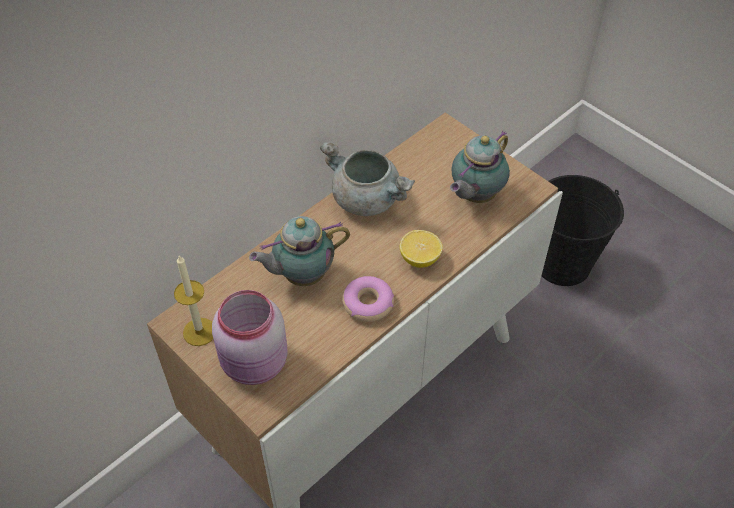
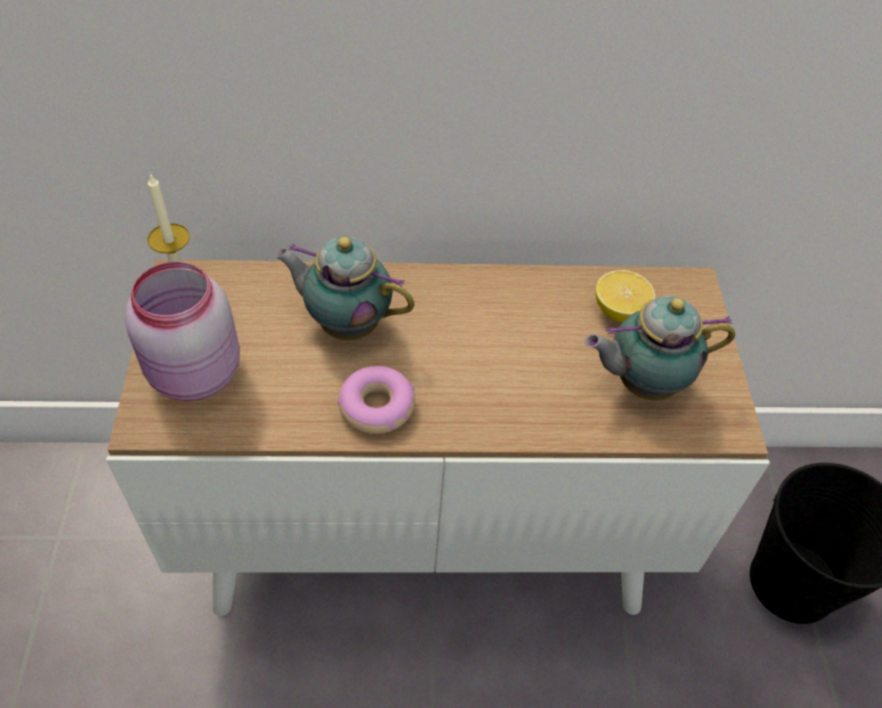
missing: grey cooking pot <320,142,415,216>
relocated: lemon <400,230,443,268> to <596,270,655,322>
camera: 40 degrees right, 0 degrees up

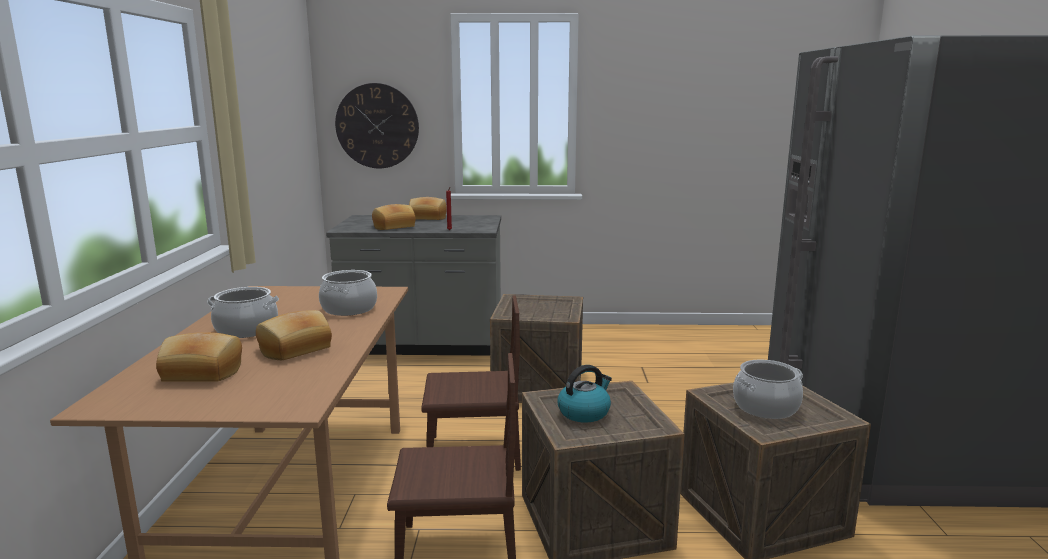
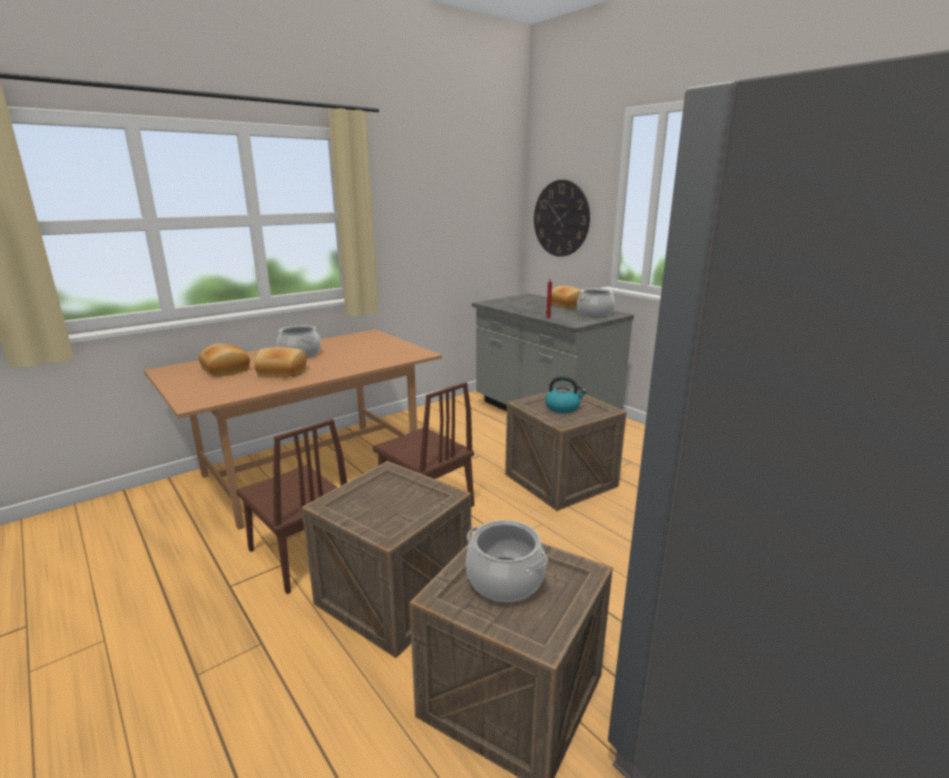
missing: bread <372,204,416,230>
relocated: cooking pot <319,270,377,316> to <577,289,615,317>; kettle <558,365,612,422> to <545,376,587,413>
camera: 50 degrees right, 5 degrees up

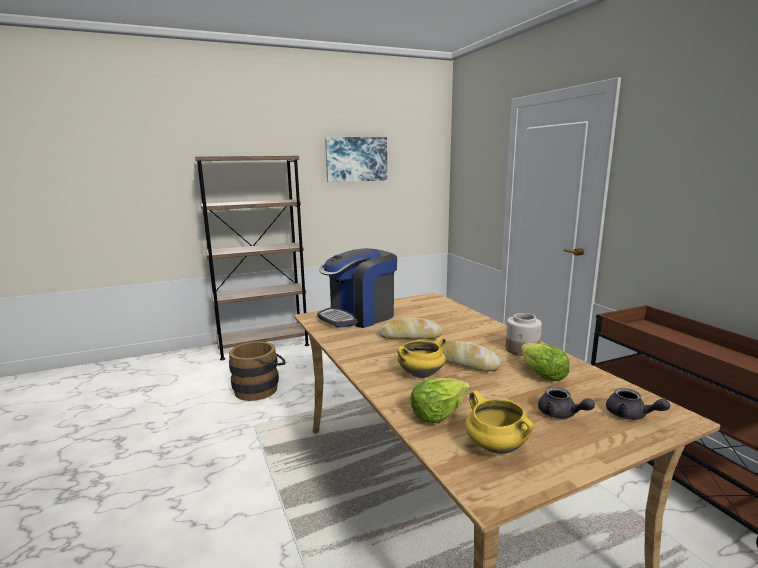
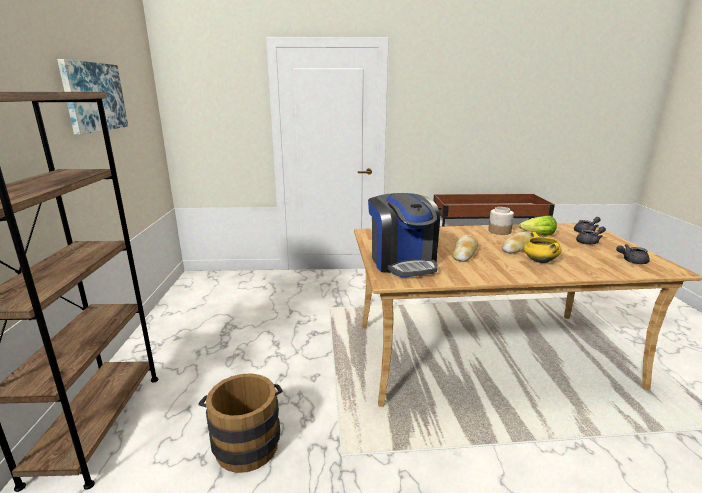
missing: lettuce <410,378,470,423>
exchanged: yellow cooking pot <465,390,534,454> to grey teapot <616,244,650,264>
camera: 70 degrees left, 5 degrees up

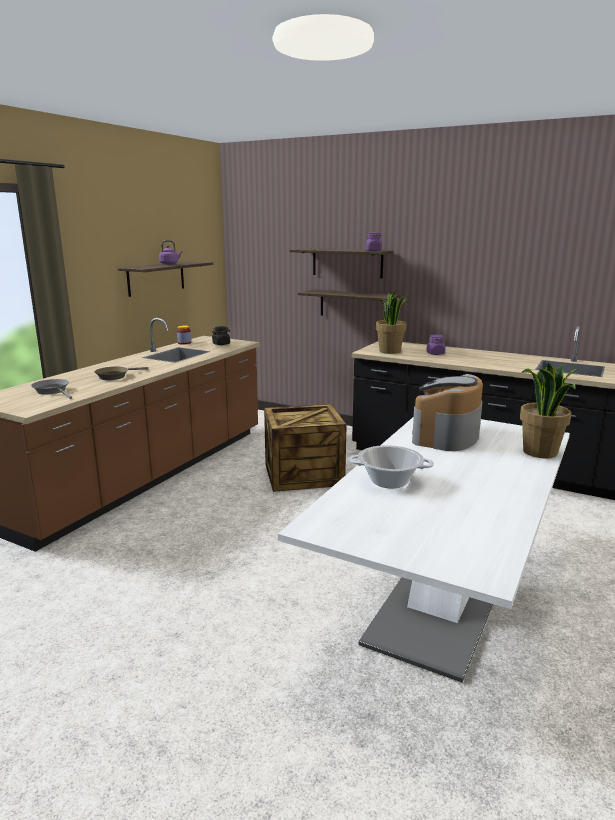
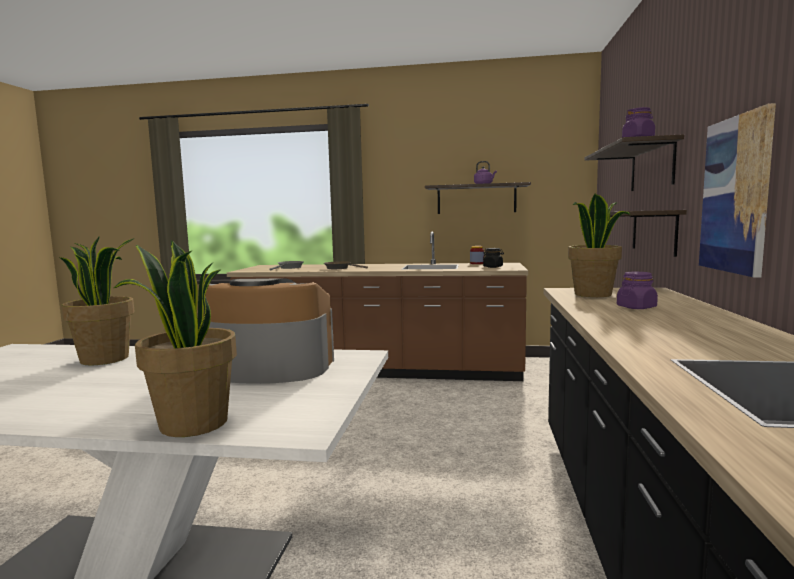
missing: crate <264,404,347,492>
appeared: picture <699,103,776,278>
exchanged: cooking pot <348,445,434,488> to potted plant <59,236,135,366>
camera: 70 degrees right, 10 degrees down

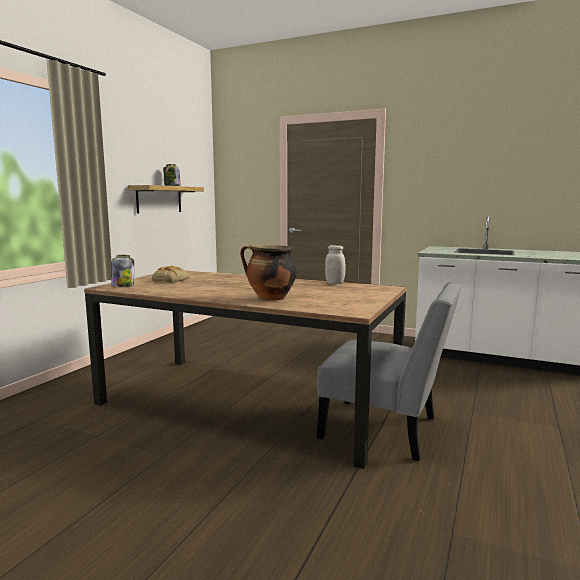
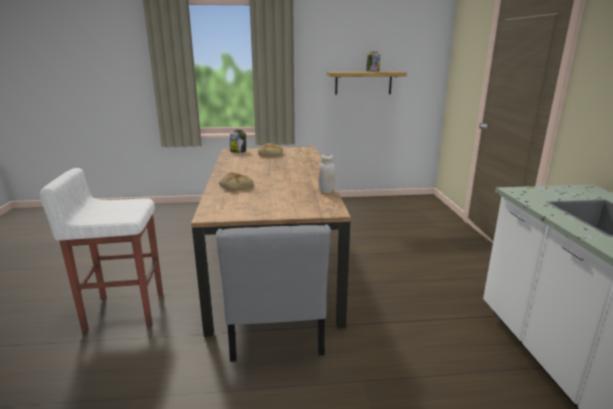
appeared: white stool <40,168,163,333>
exchanged: cooking pot <240,245,297,301> to bread <219,172,254,191>
camera: 60 degrees right, 10 degrees up

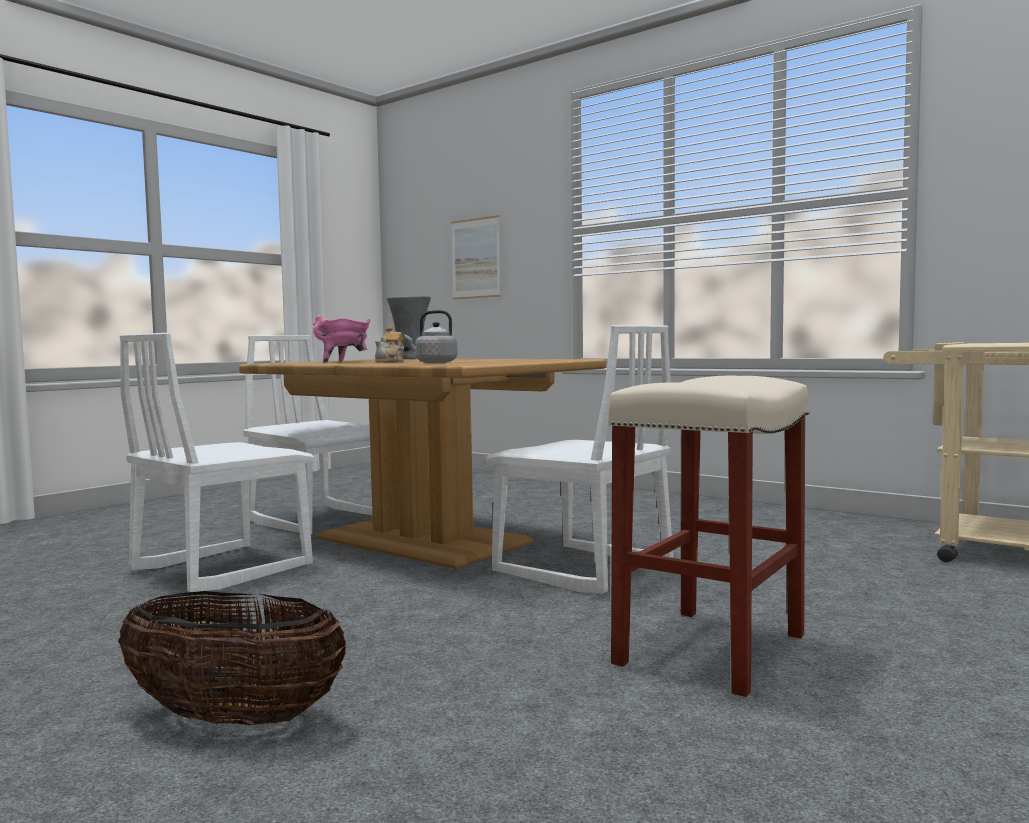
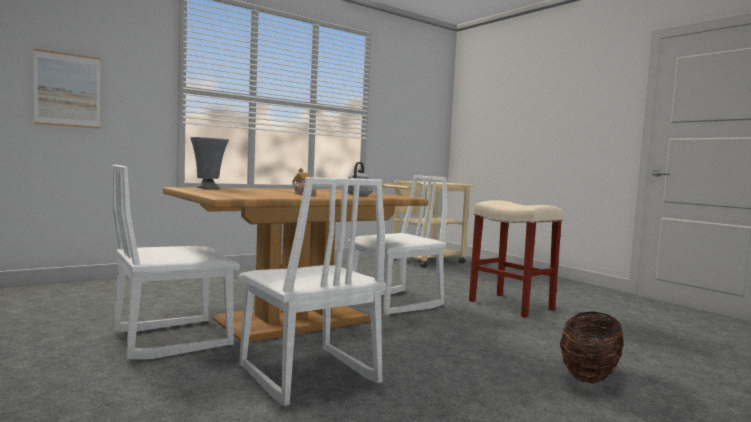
missing: pink cooking pot <313,315,370,363>
camera: 75 degrees left, 0 degrees up

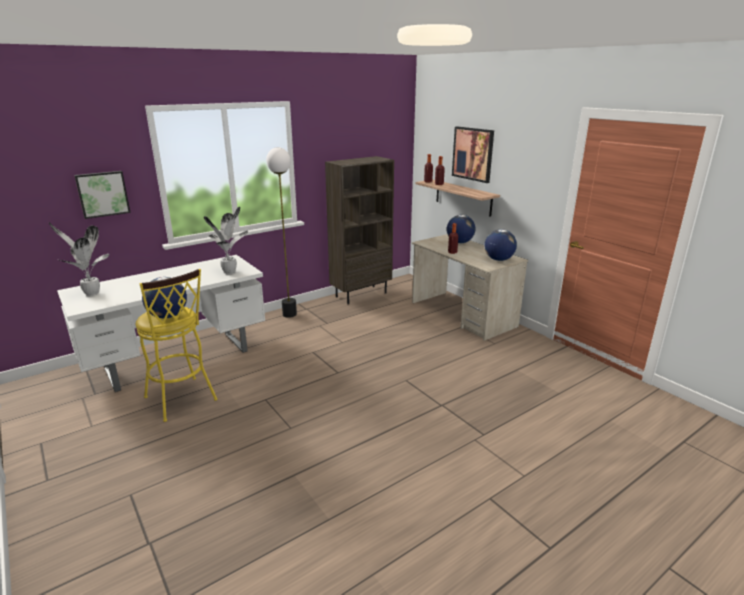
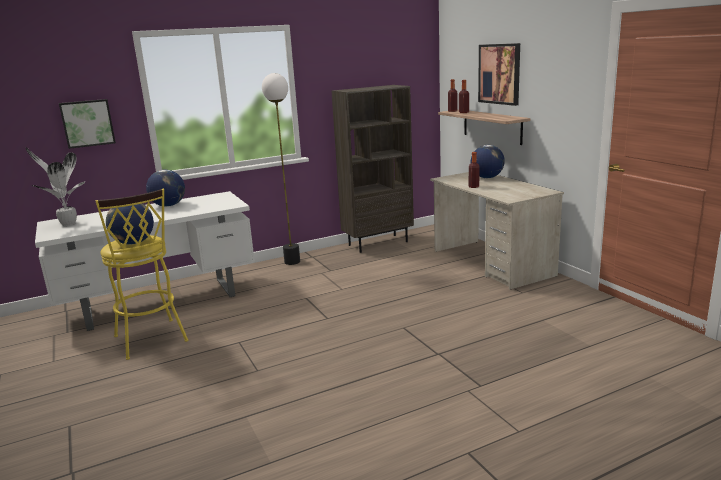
missing: potted plant <204,207,248,274>
relocated: globe <485,229,517,261> to <146,170,185,207>
camera: 10 degrees right, 5 degrees down

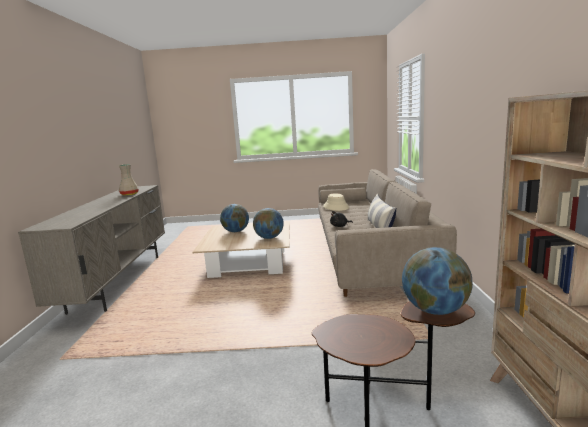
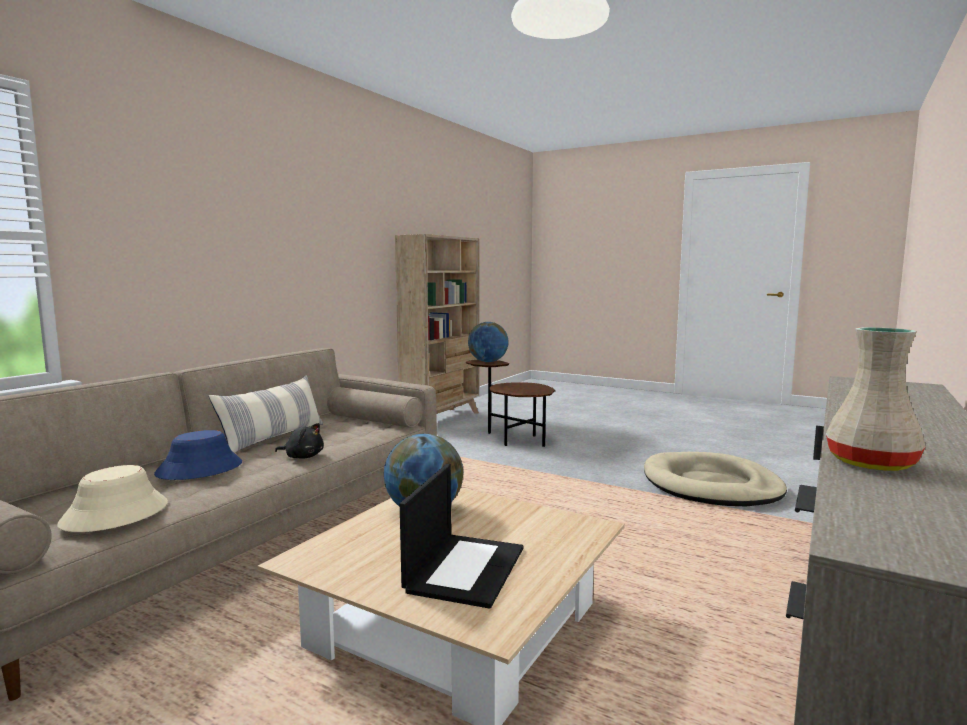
appeared: blue hat <154,430,242,480>; beige dog bed <644,452,787,506>
exchanged: globe <220,204,249,232> to laptop <400,464,523,609>
camera: 150 degrees left, 5 degrees down

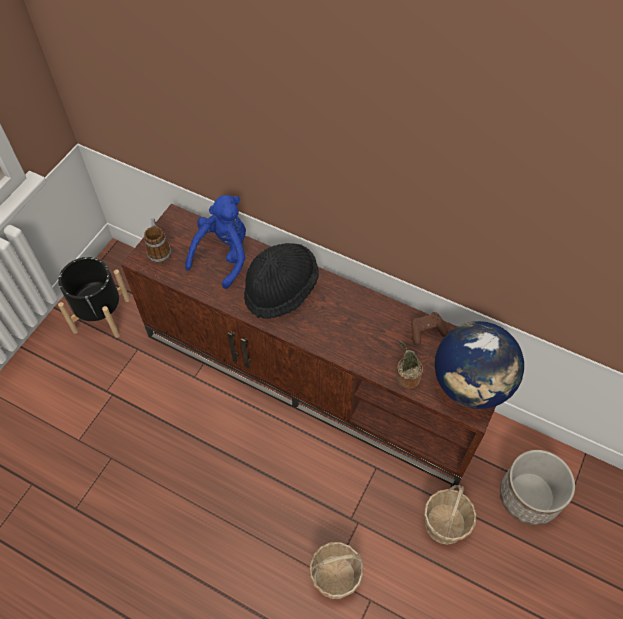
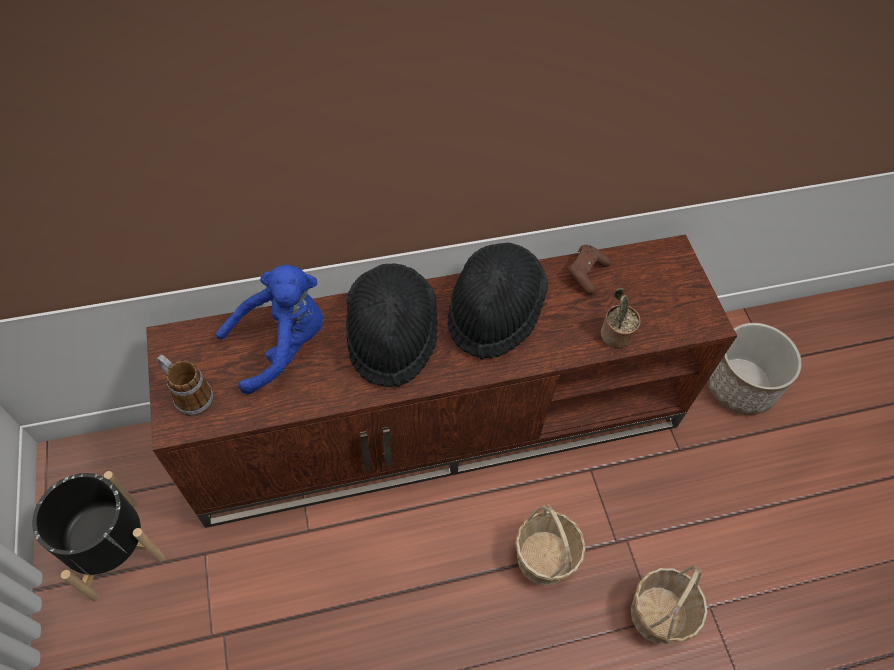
missing: globe <435,321,524,409>
appeared: black hat <447,243,548,360>
relocated: basket <424,485,477,545> to <515,504,586,585>
spun: blue plush toy <185,195,246,289> = <216,265,323,394> 75 degrees clockwise
camera: 45 degrees left, 0 degrees up

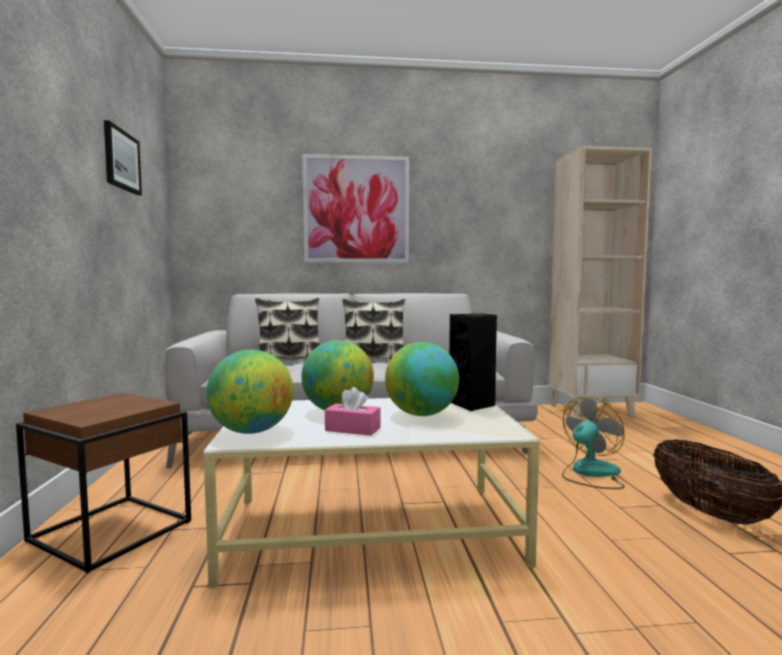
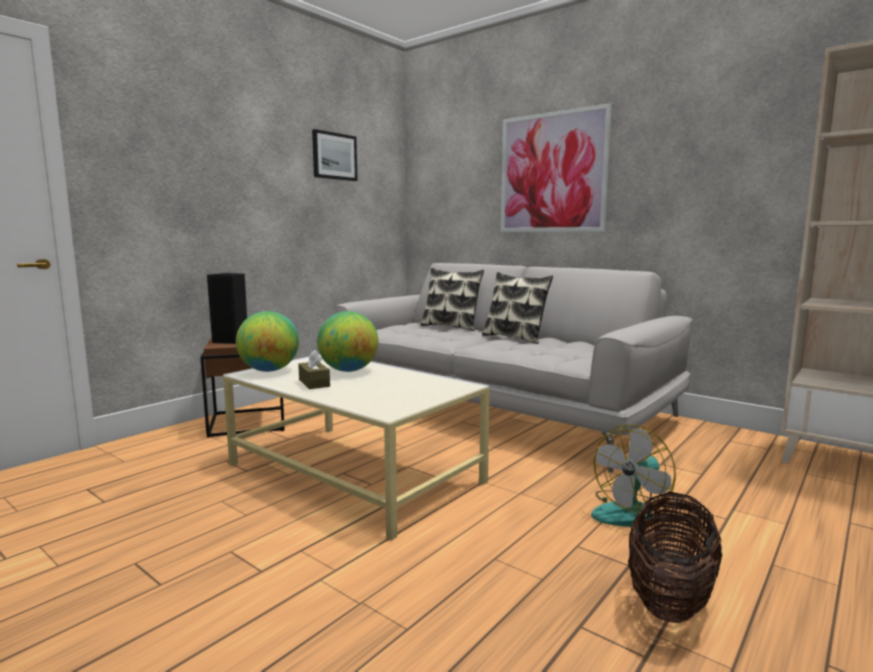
missing: globe <385,342,459,416>
relocated: black speaker <449,314,497,411> to <207,273,247,344>
colour: pink tissue box <325,387,381,436> to brown tissue box <298,349,330,389>
spun: fan <562,396,625,489> = <591,425,676,527> 135 degrees clockwise
camera: 45 degrees right, 5 degrees up

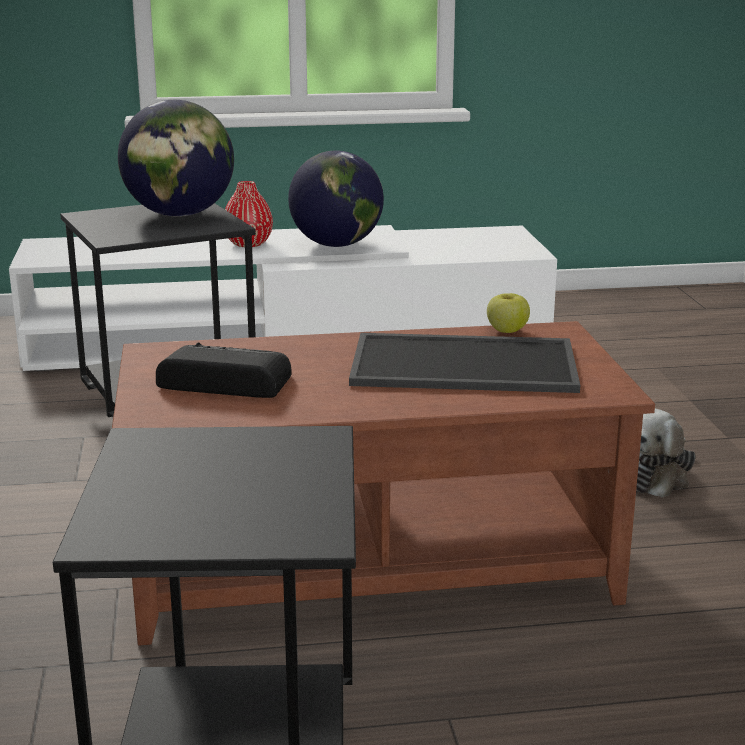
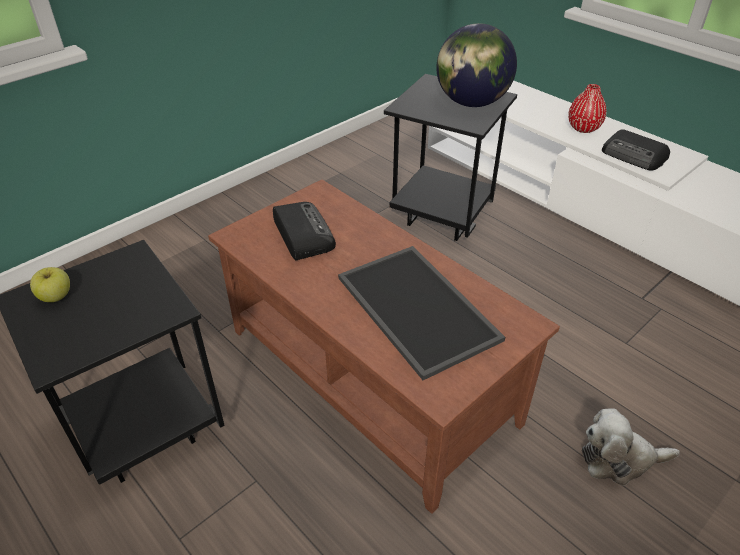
relocated: apple <487,293,530,333> to <30,267,70,302>
exchanged: globe <288,151,384,247> to radio <602,129,670,171>
camera: 55 degrees right, 20 degrees up

